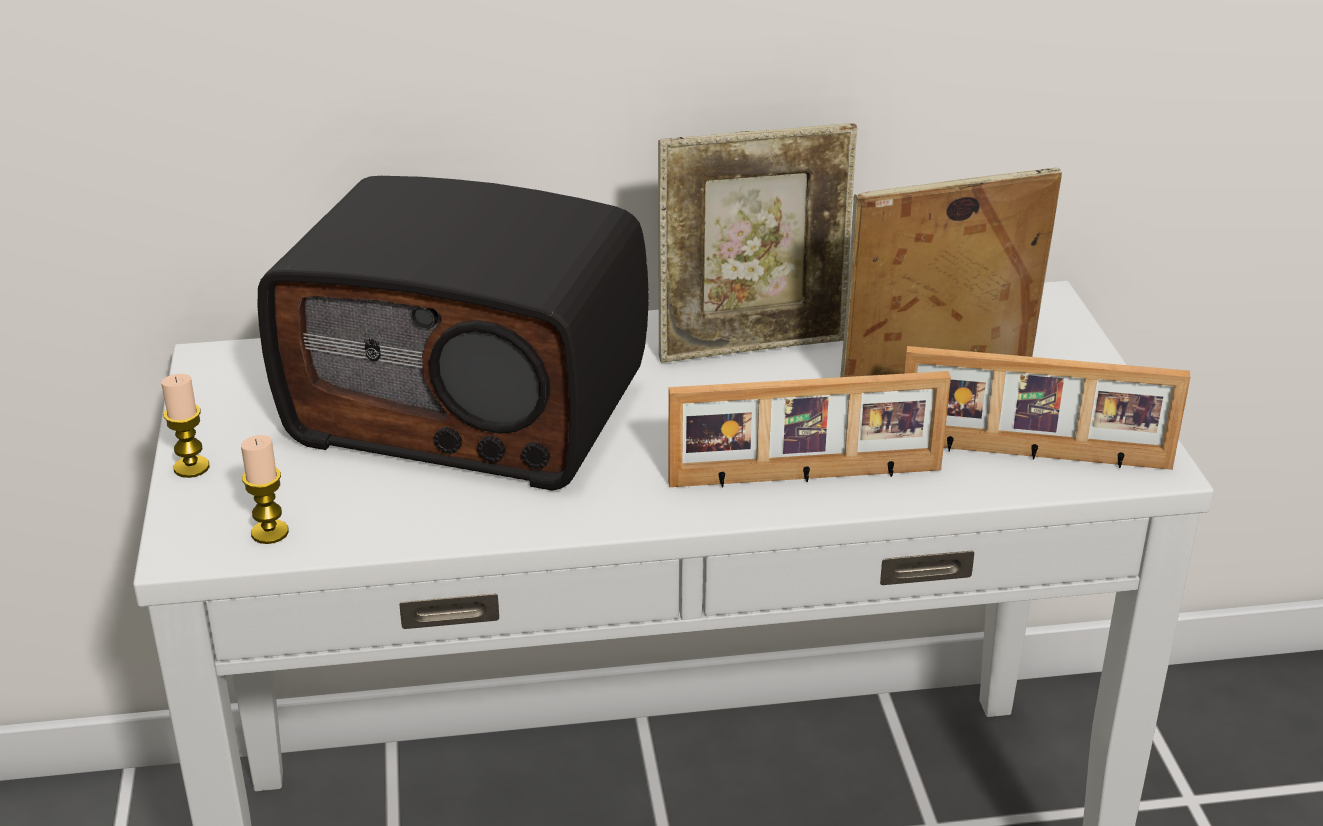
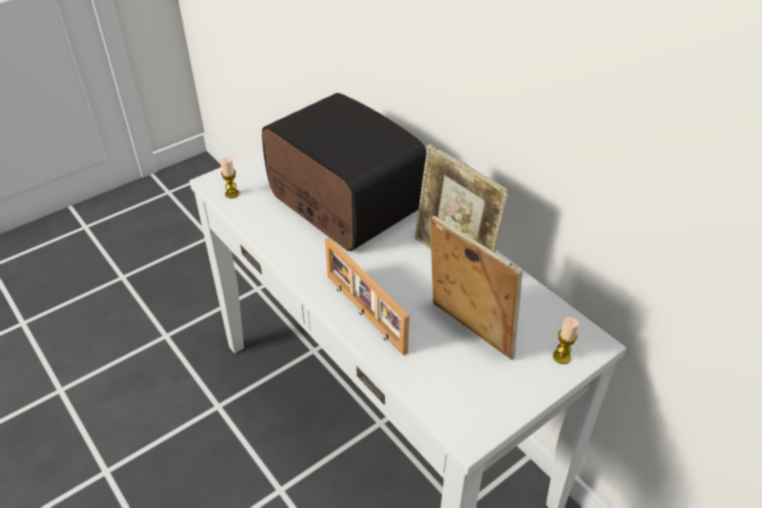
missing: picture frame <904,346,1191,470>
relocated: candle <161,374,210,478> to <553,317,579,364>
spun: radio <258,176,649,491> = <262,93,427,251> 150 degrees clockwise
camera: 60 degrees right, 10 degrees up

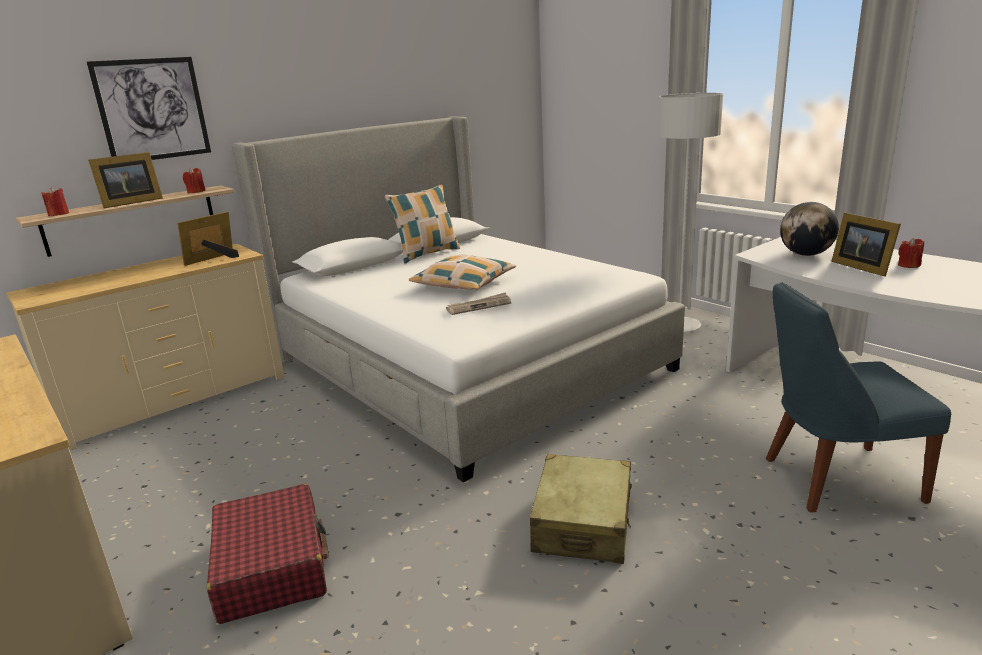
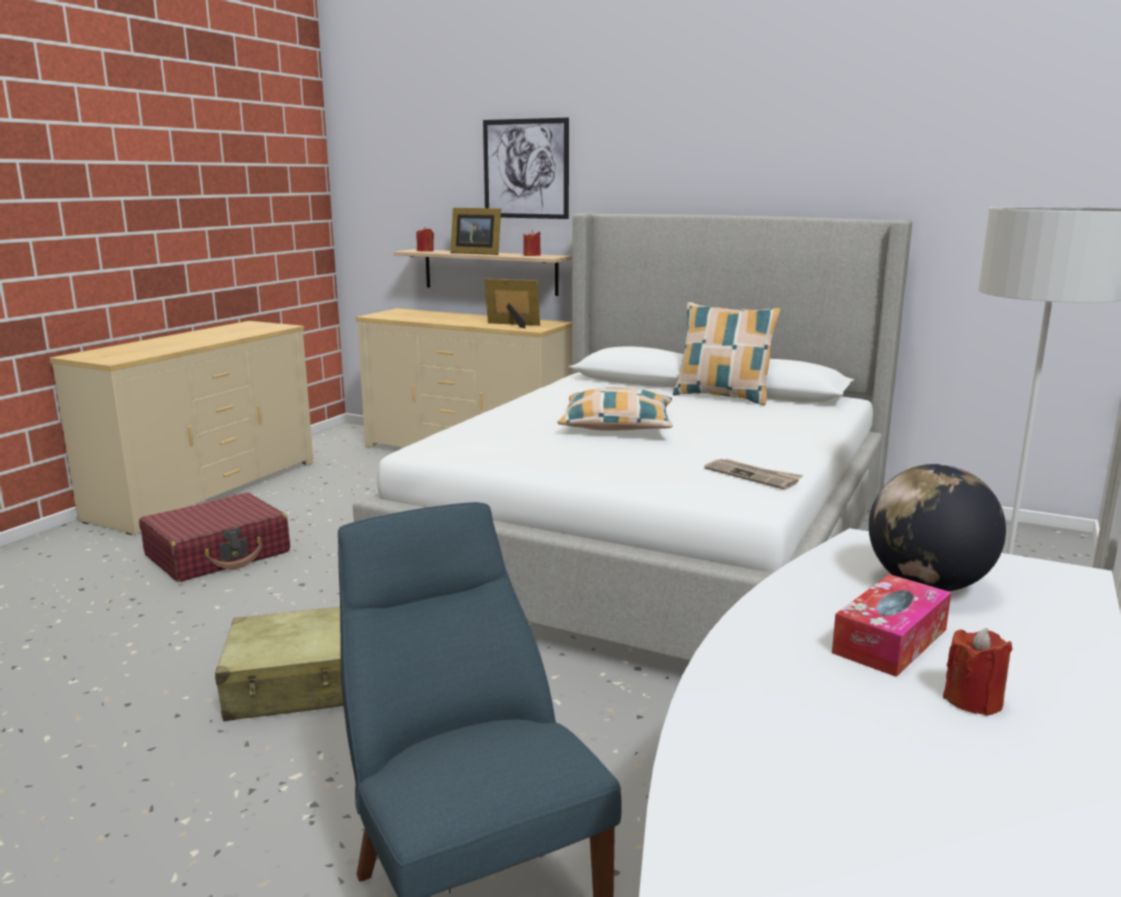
relocated: newspaper <446,292,511,315> to <704,459,803,490>
exchanged: picture frame <831,213,901,276> to tissue box <832,574,951,677>
camera: 65 degrees right, 5 degrees down

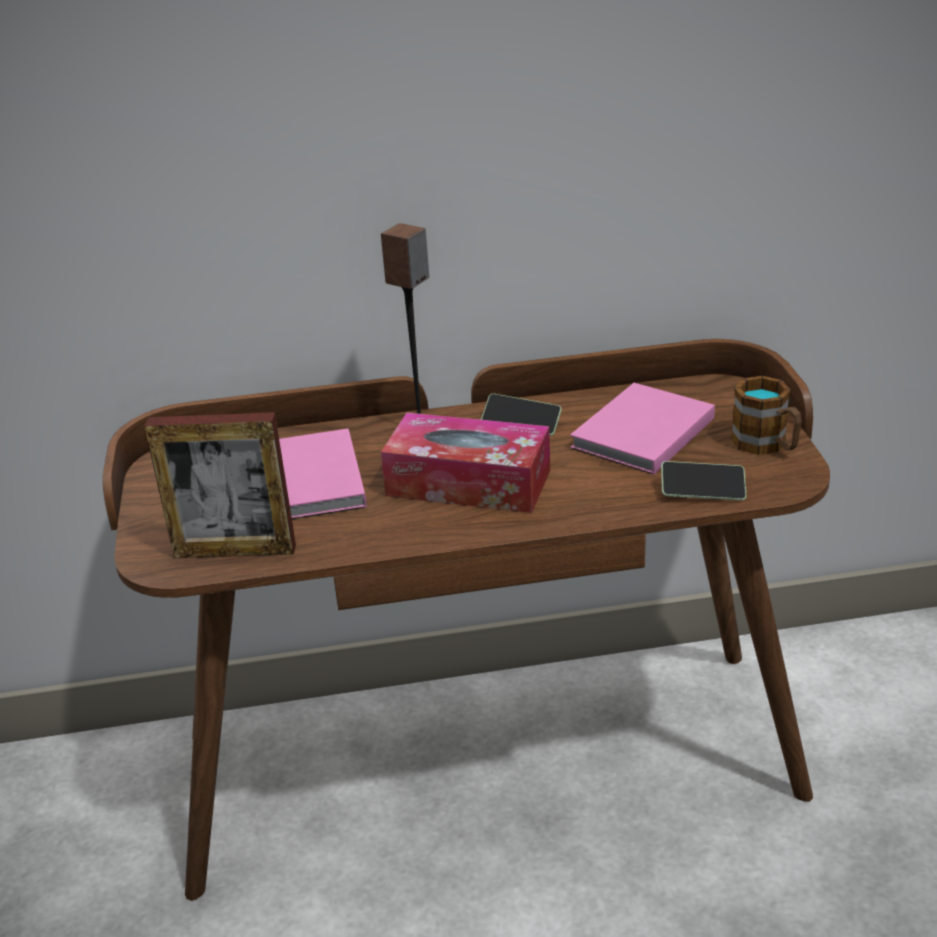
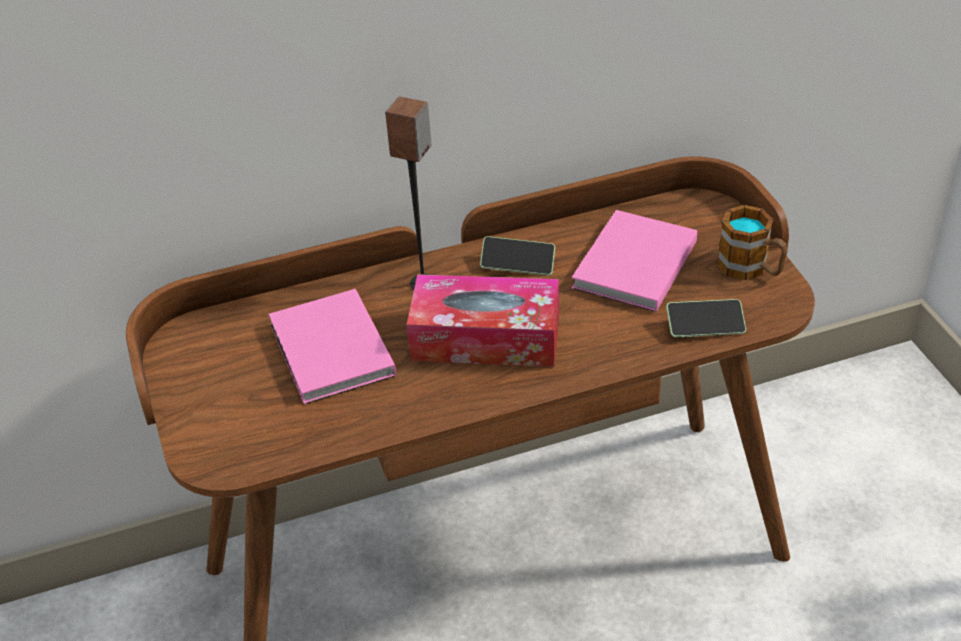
missing: picture frame <144,412,296,558>
camera: 10 degrees left, 10 degrees up

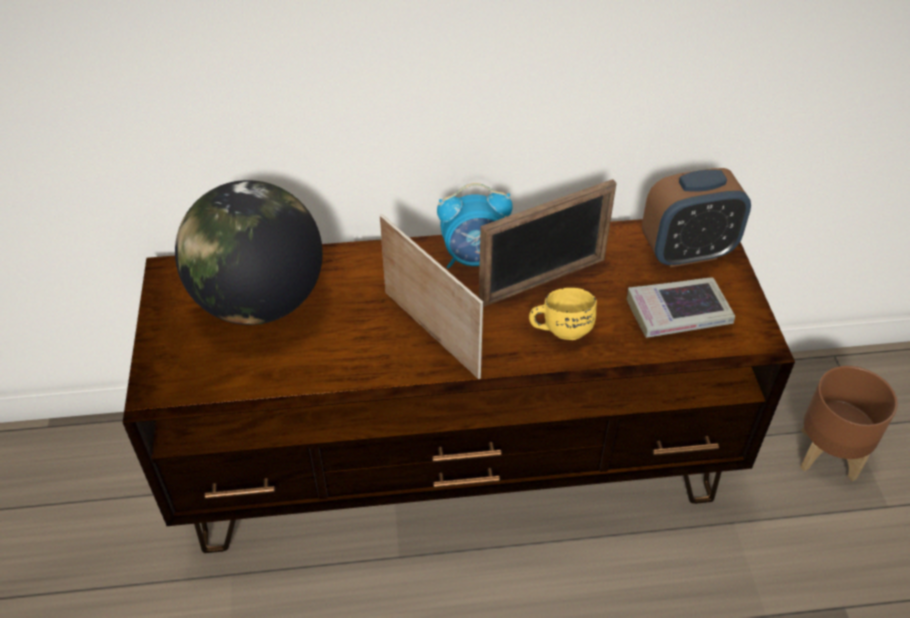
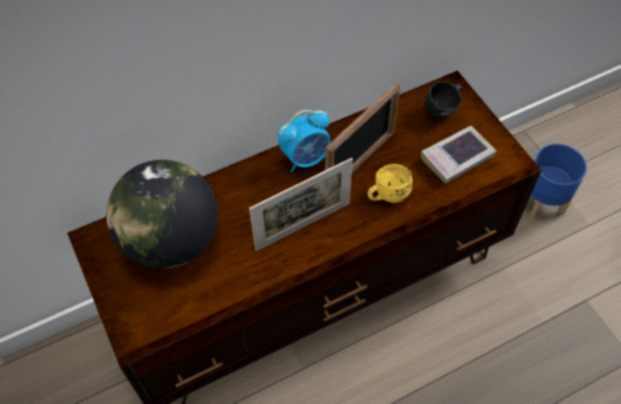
exchanged: alarm clock <642,168,751,267> to black mug <425,81,462,118>
colour: brown planter <800,366,897,482> to blue planter <529,143,587,218>
spun: picture frame <380,214,483,379> = <249,158,353,251> 120 degrees clockwise
camera: 20 degrees left, 10 degrees up

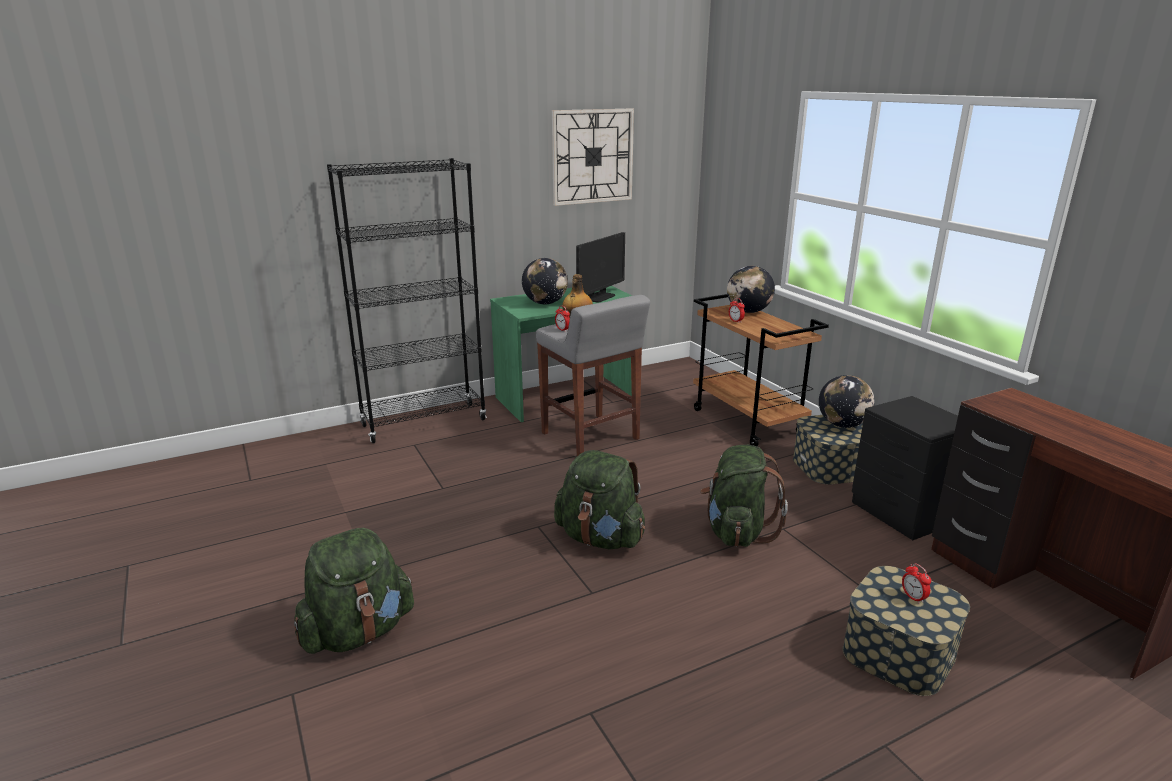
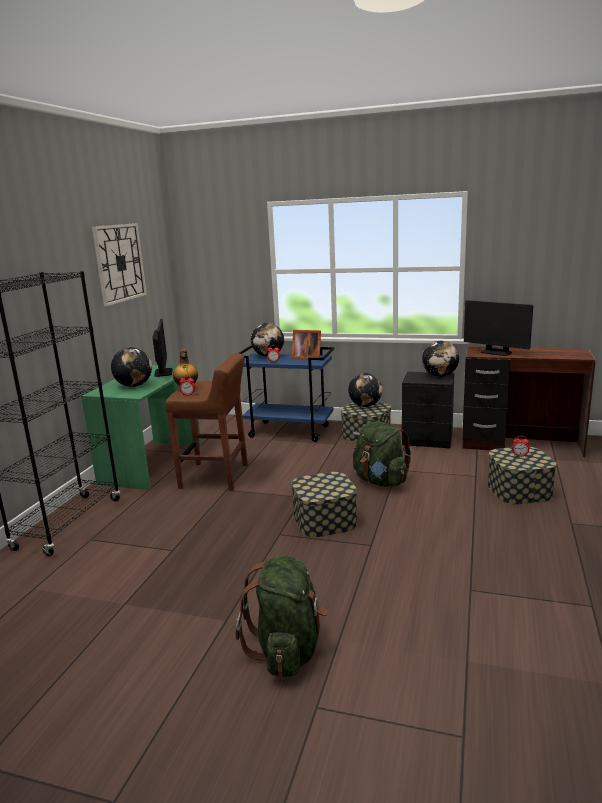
appeared: picture frame <292,330,321,359>; globe <422,341,459,377>; monitor <464,300,533,356>
exchanged: green backpack <554,450,645,549> to storage box <291,472,357,537>
colour: grey stool <536,295,650,456> to brown stool <165,353,248,490>; brown cart <693,294,829,446> to blue cart <239,346,334,442>
camera: 45 degrees left, 5 degrees down

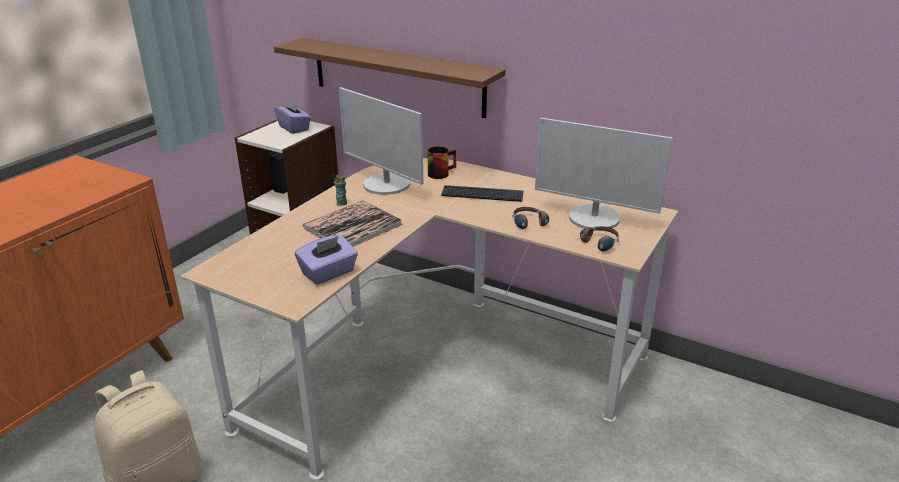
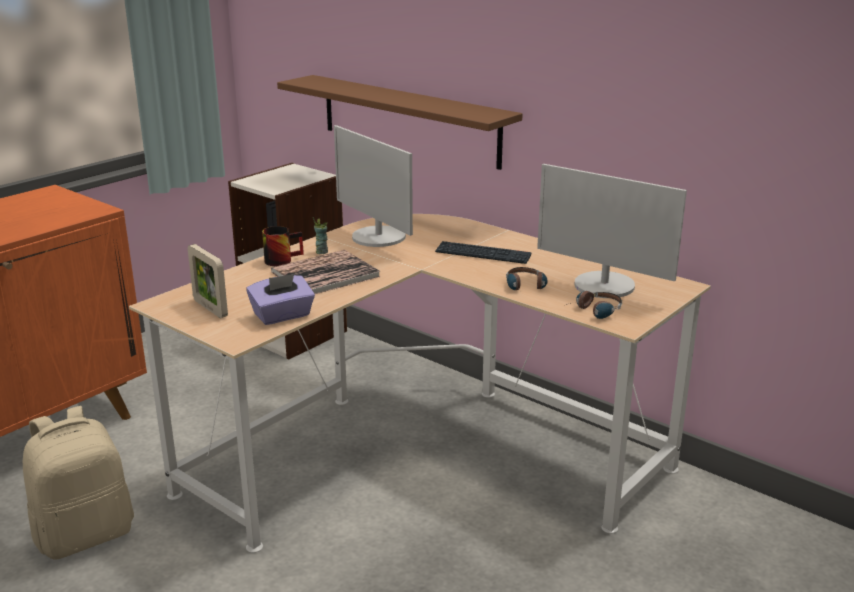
missing: purple tissue box <274,99,311,134>
appeared: picture frame <188,244,228,318>
relocated: mug <427,147,456,179> to <262,226,304,266>
camera: 10 degrees right, 5 degrees down

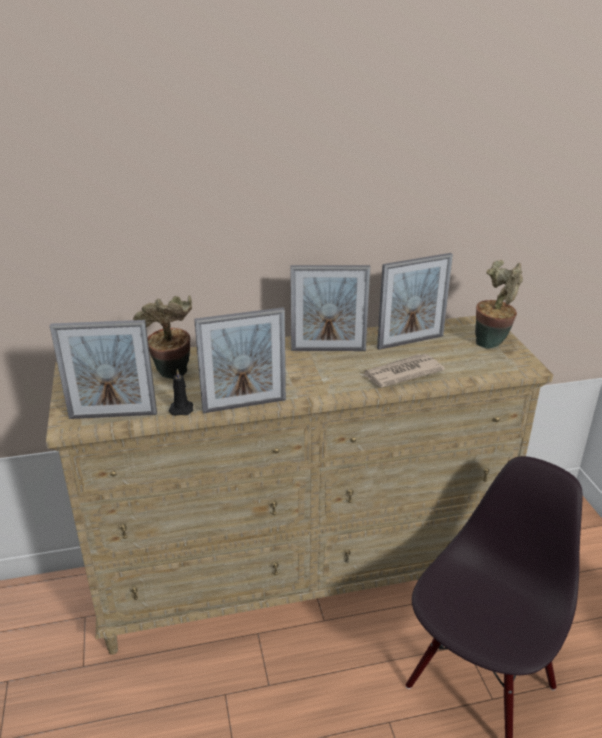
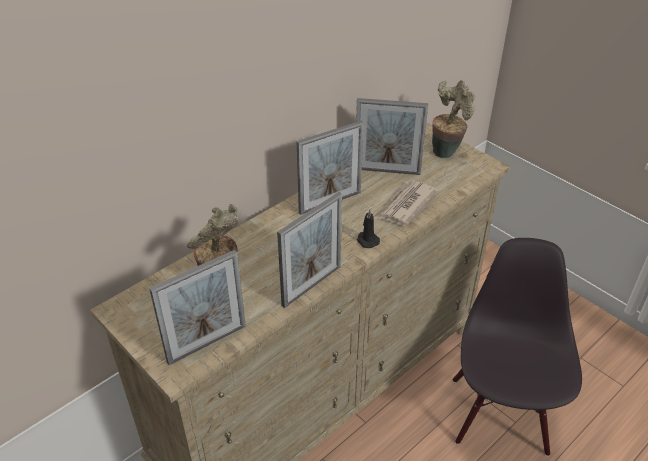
relocated: black candle <169,368,193,416> to <357,209,380,248>
spun: picture frame <377,253,453,350> = <356,98,428,175> 60 degrees clockwise
camera: 30 degrees left, 10 degrees up

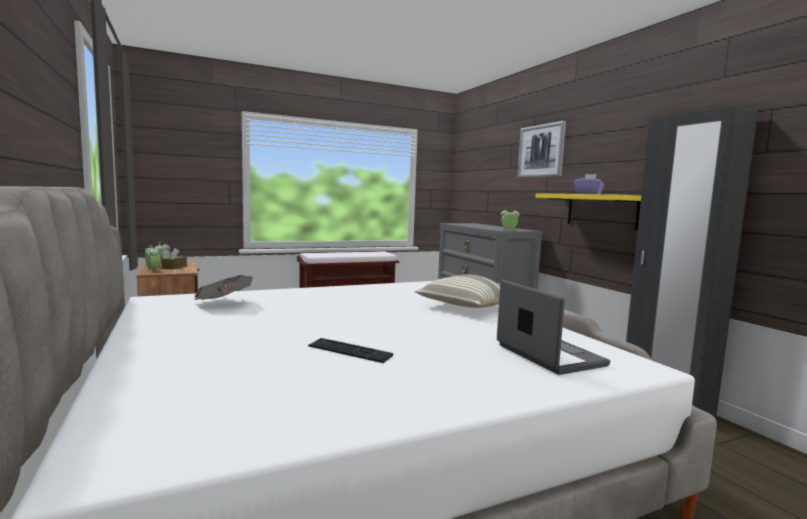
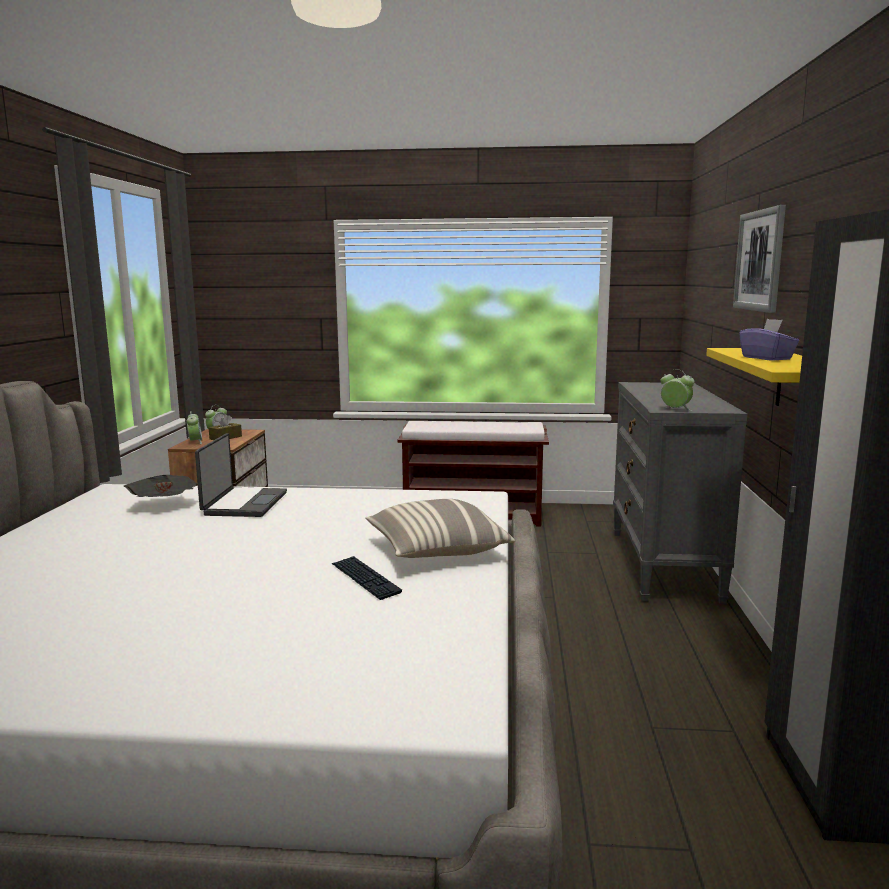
relocated: keyboard <308,338,393,363> to <332,556,402,600>; laptop <497,280,610,375> to <195,433,287,517>
camera: 30 degrees right, 5 degrees up

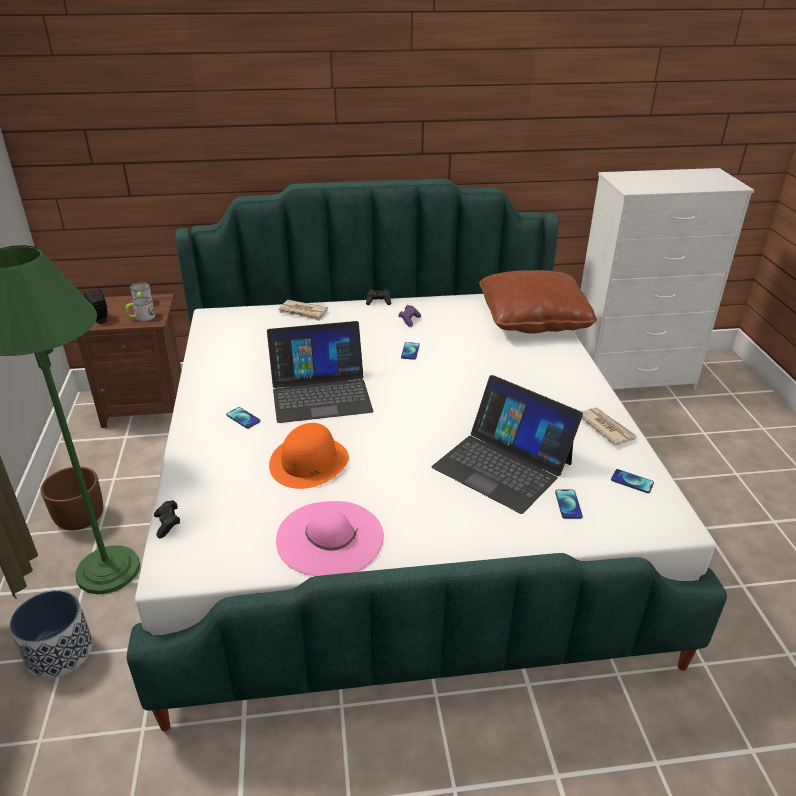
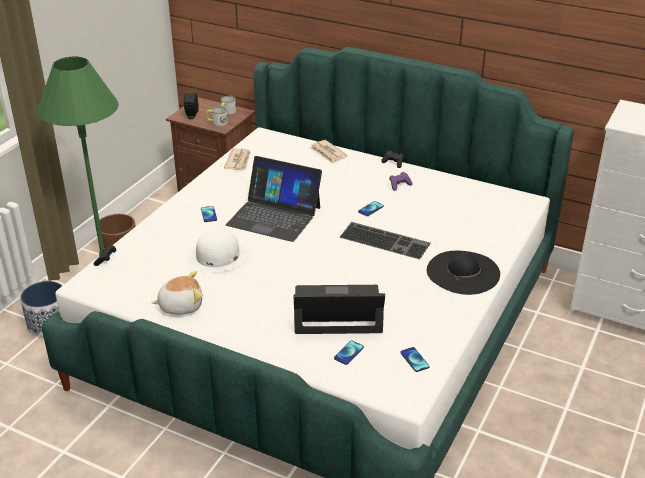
missing: brown pillow <479,270,597,334>
appeared: keyboard <339,222,430,259>; black hat <427,251,500,295>
relocated: newspaper <582,407,637,446> to <224,148,251,170>
exchanged: pink hat <276,501,384,576> to plush toy <152,271,203,315>
colour: orange hat <269,423,349,489> to white hat <187,229,249,273>
spun: laptop <432,375,583,514> = <294,285,385,334> 105 degrees clockwise
camera: 35 degrees right, 0 degrees up

